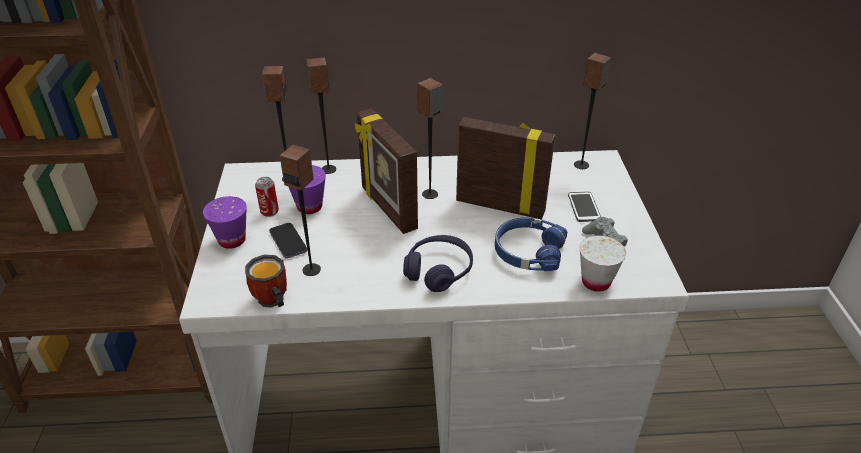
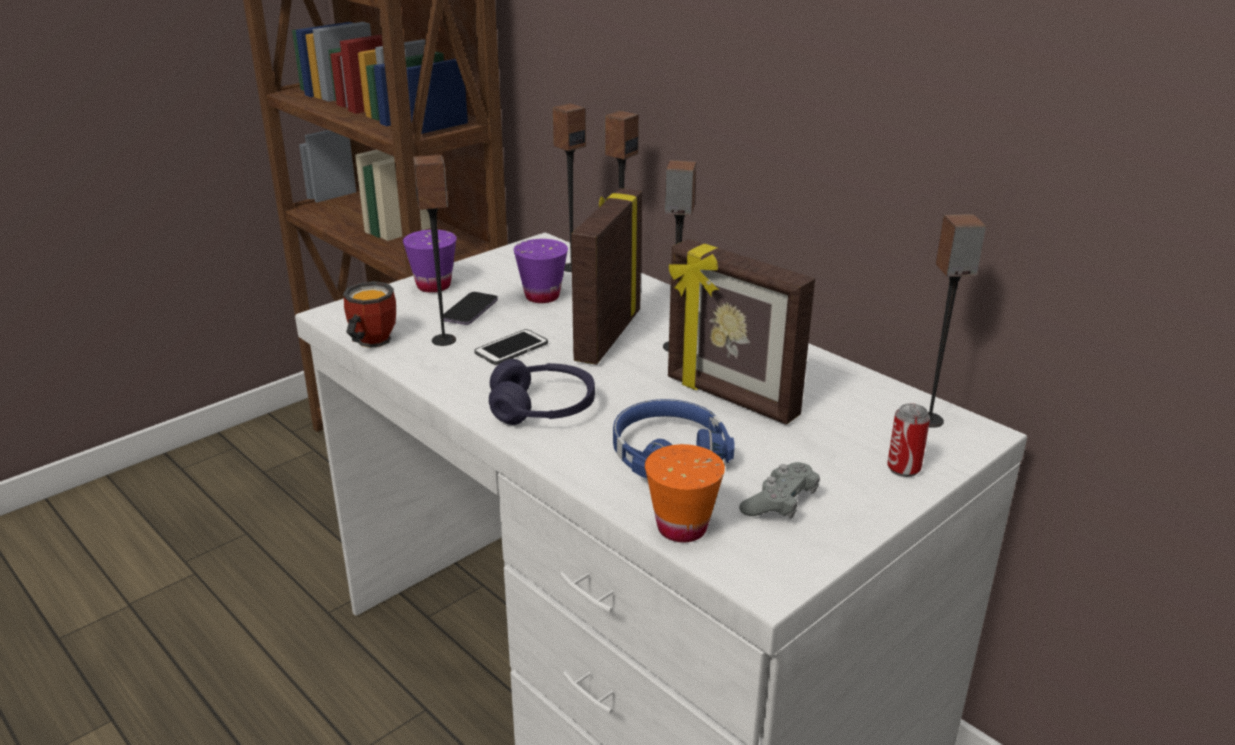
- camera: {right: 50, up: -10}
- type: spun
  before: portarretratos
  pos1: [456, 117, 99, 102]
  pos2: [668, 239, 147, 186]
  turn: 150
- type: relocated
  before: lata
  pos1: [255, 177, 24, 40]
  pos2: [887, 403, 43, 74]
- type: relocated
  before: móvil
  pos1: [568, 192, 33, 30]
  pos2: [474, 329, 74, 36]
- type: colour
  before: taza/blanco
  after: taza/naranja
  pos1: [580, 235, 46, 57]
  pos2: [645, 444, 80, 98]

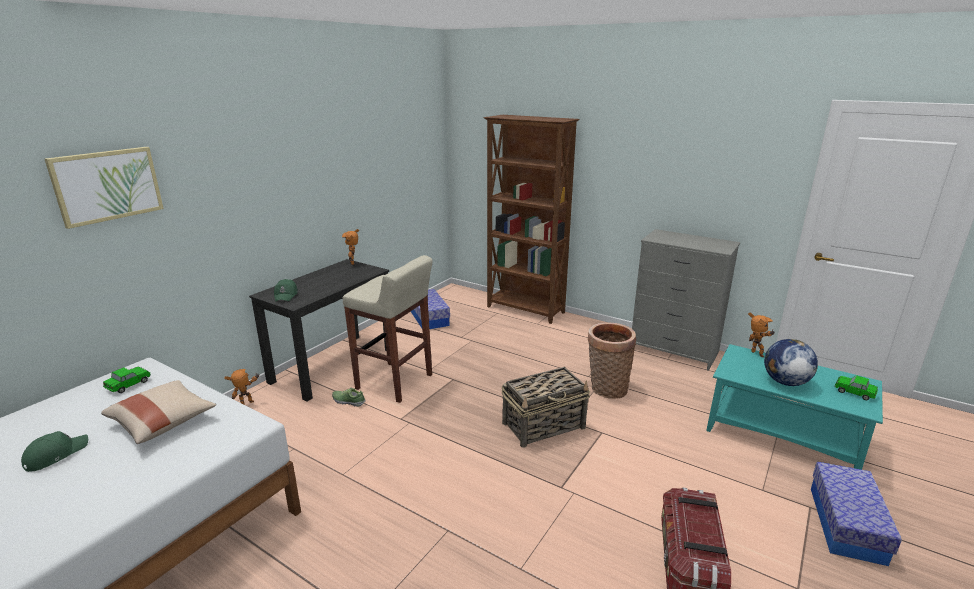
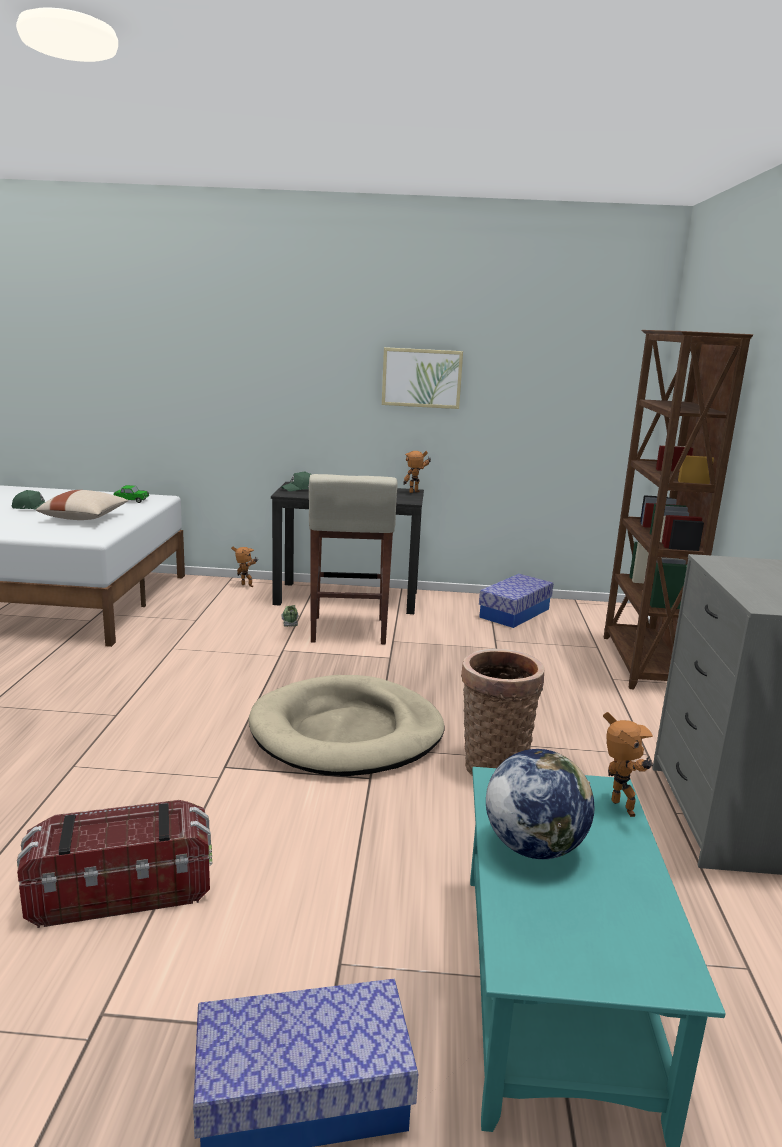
- camera: {right: 60, up: -5}
- type: relocated
  before: cuadro
  pos1: [45, 147, 119, 82]
  pos2: [382, 347, 81, 62]
- type: spun
  before: robot de juguete
  pos1: [748, 312, 26, 45]
  pos2: [603, 712, 50, 105]
  turn: -60
- type: exchanged
  before: cesta
  after: cama para perro/beis
  pos1: [501, 367, 89, 81]
  pos2: [248, 675, 196, 101]
- type: missing
  before: coche de juguete
  pos1: [834, 375, 44, 25]

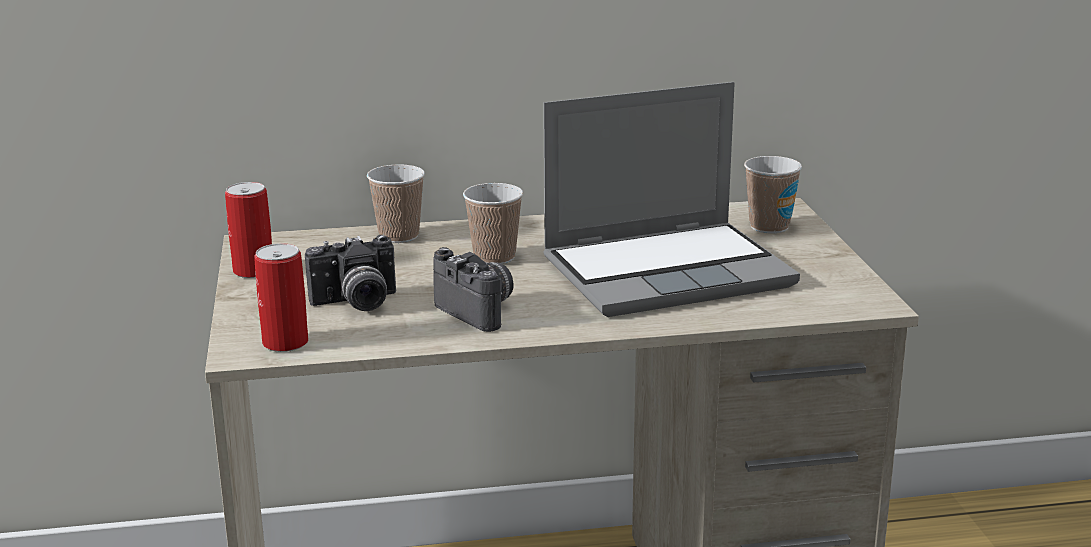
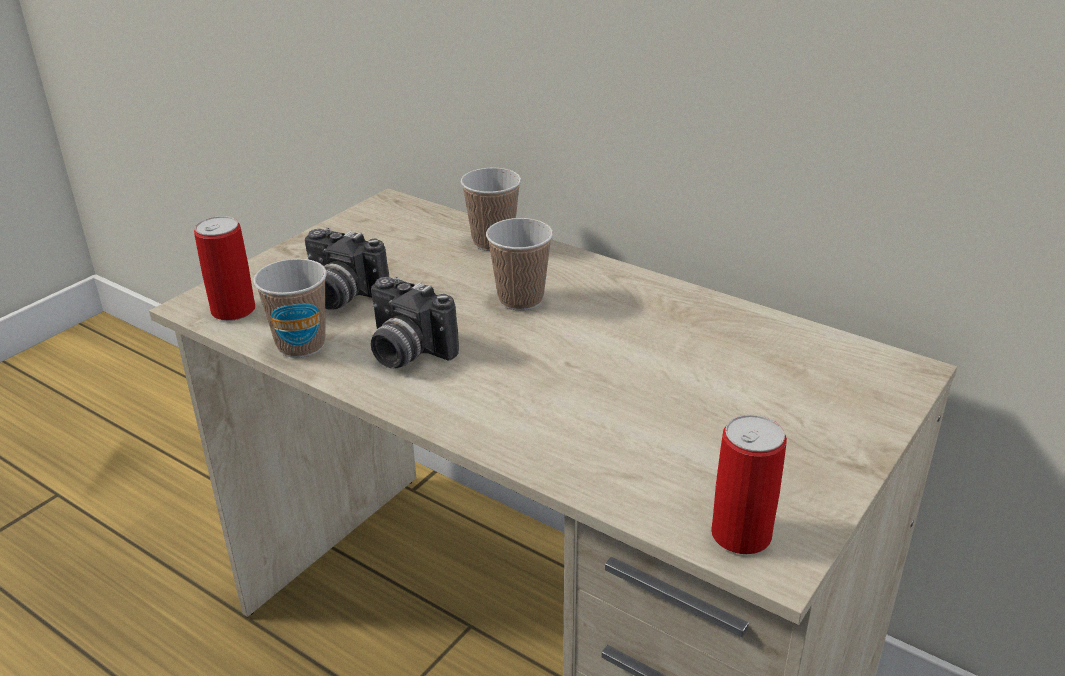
- camera: {right: 45, up: 10}
- type: missing
  before: portátil
  pos1: [543, 82, 257, 235]
- type: relocated
  before: taza
  pos1: [744, 156, 58, 77]
  pos2: [253, 258, 74, 100]
- type: relocated
  before: lata
  pos1: [225, 182, 47, 96]
  pos2: [711, 415, 76, 139]
- type: spun
  before: cámara
  pos1: [433, 247, 80, 85]
  pos2: [371, 277, 88, 91]
  turn: 120

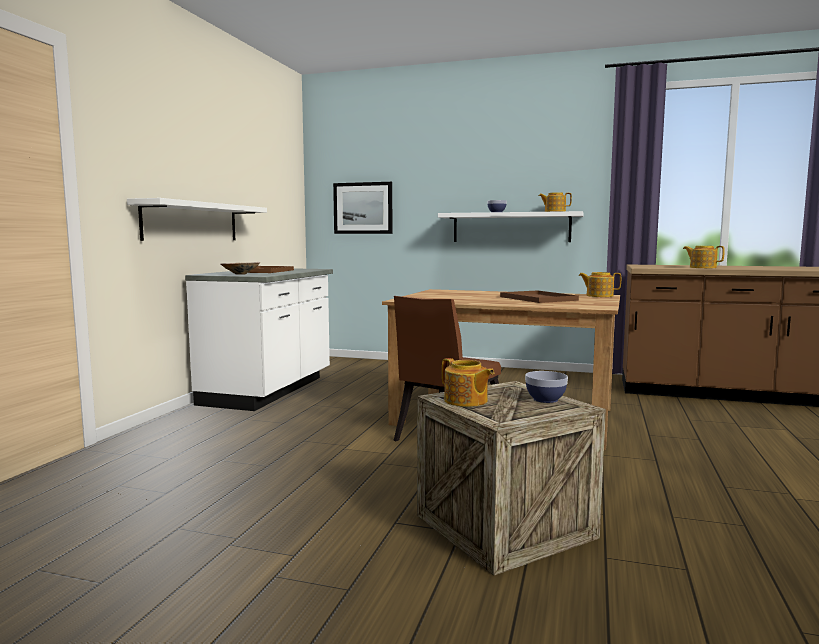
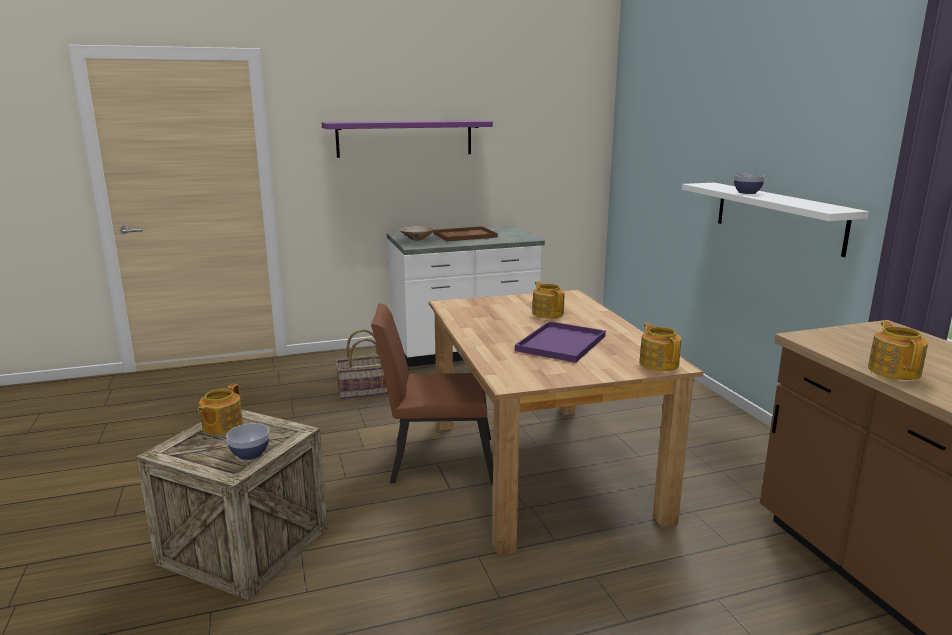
- camera: {right: 55, up: 10}
- type: missing
  before: cuadro
  pos1: [333, 182, 59, 52]
- type: relocated
  before: tetera
  pos1: [539, 192, 33, 20]
  pos2: [532, 281, 33, 37]
- type: missing
  before: estante/blanco
  pos1: [127, 198, 140, 43]
- type: colour
  before: bandeja/marrón
  after: bandeja/morado
  pos1: [500, 290, 79, 13]
  pos2: [515, 321, 91, 42]
- type: appeared
  after: estante/morado
  pos2: [322, 120, 171, 38]
- type: appeared
  after: cesta
  pos2: [335, 329, 53, 71]

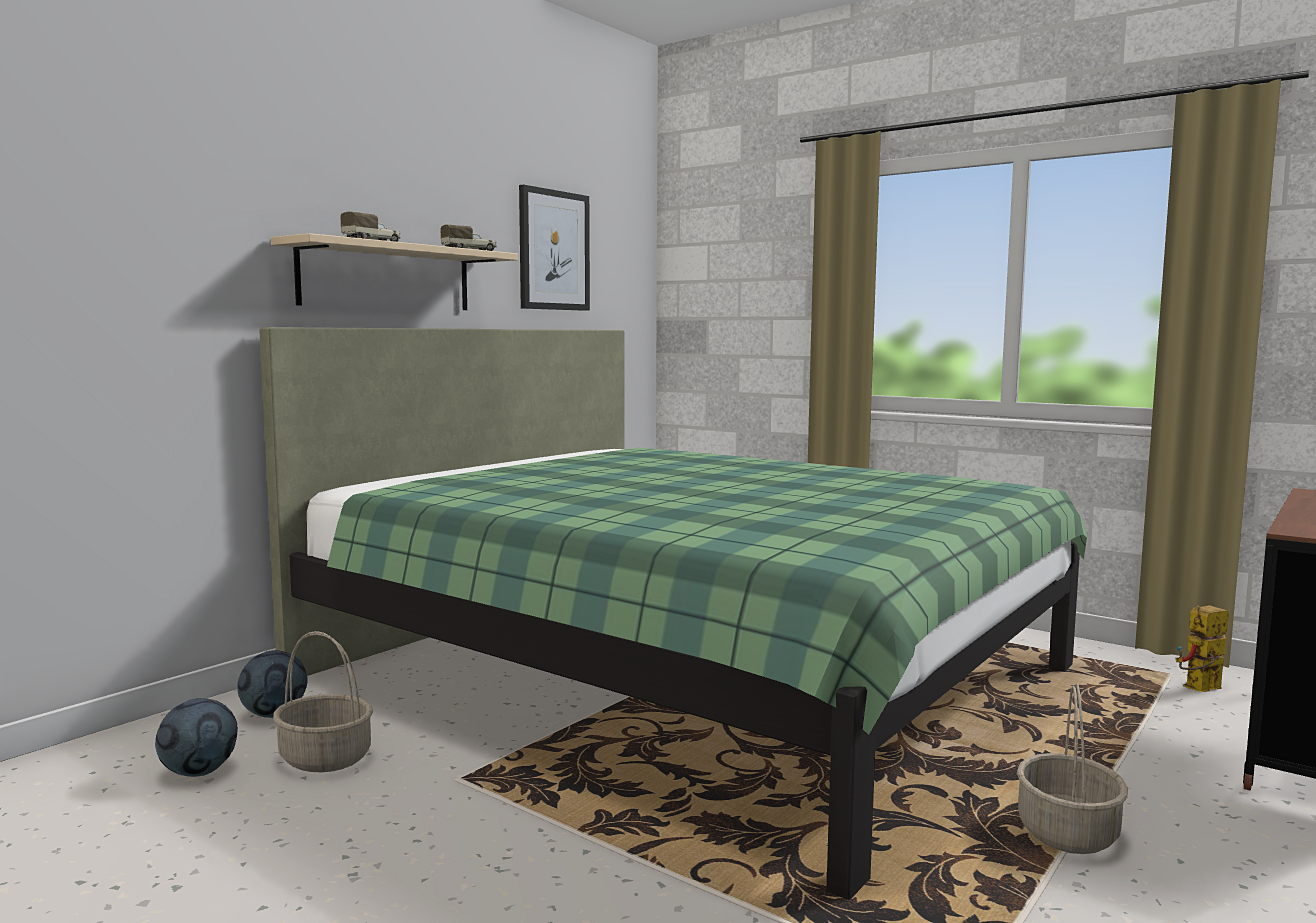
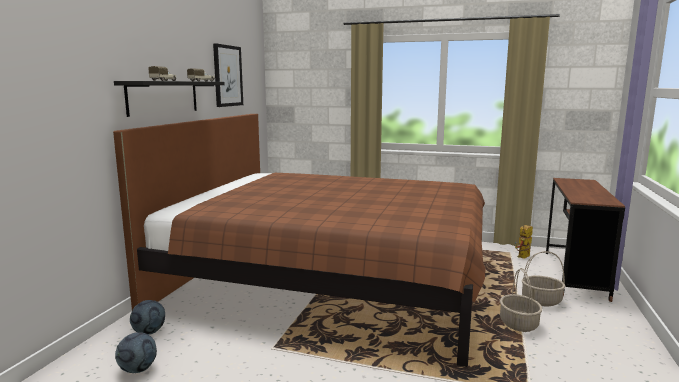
- camera: {right: -20, up: 5}
- type: colour
  before: estante/beis
  after: estante/negro
  pos1: [271, 233, 247, 77]
  pos2: [114, 81, 111, 36]
- type: colour
  before: cama/verde
  after: cama/marrón
  pos1: [259, 327, 828, 573]
  pos2: [113, 114, 373, 253]
- type: relocated
  before: cesta
  pos1: [273, 631, 100, 141]
  pos2: [522, 251, 44, 55]

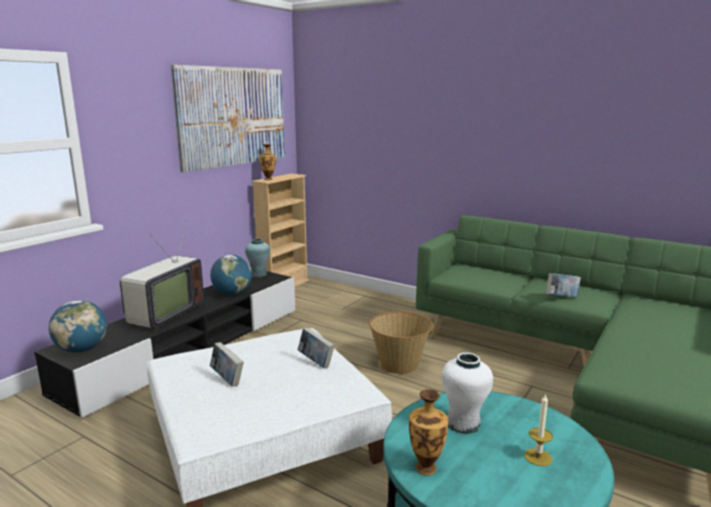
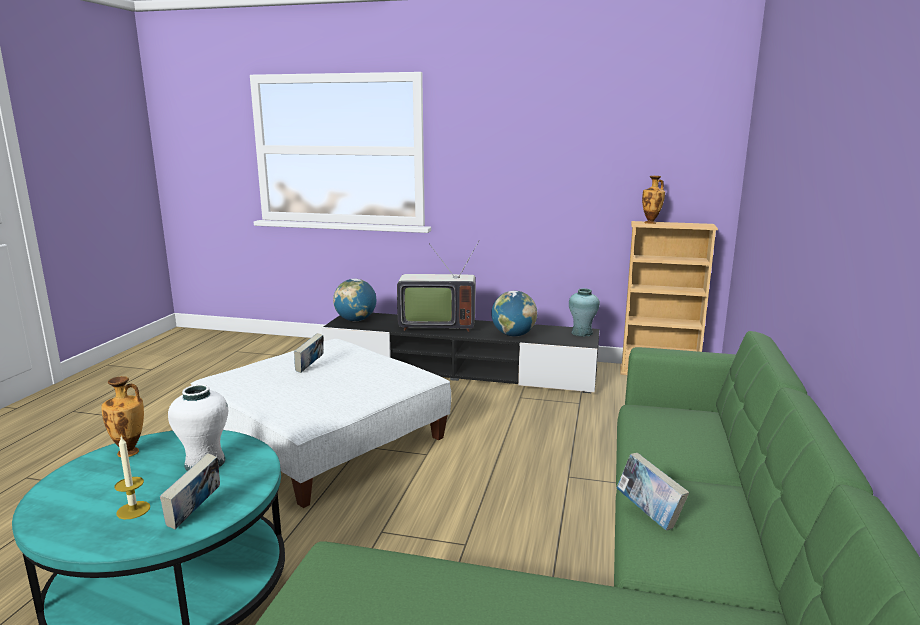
- camera: {right: 70, up: 0}
- type: missing
  before: cuadro
  pos1: [171, 65, 114, 107]
- type: missing
  before: cesta
  pos1: [369, 311, 64, 63]
- type: relocated
  before: libro
  pos1: [298, 328, 37, 40]
  pos2: [160, 453, 60, 77]

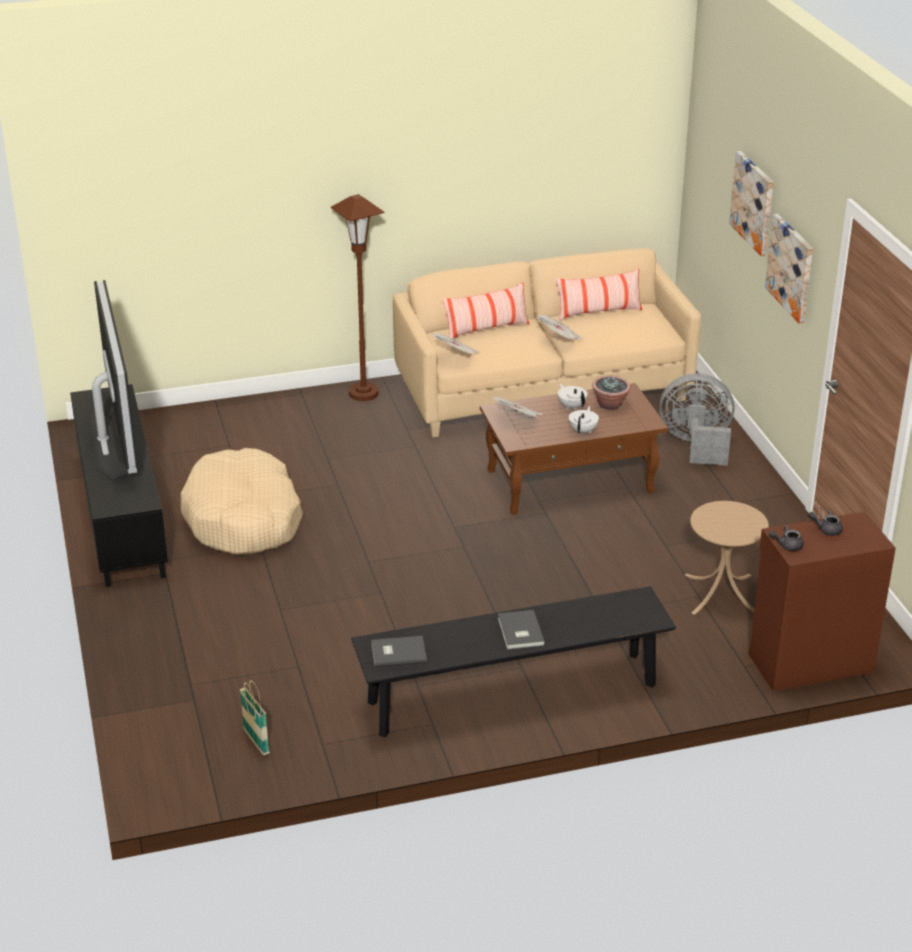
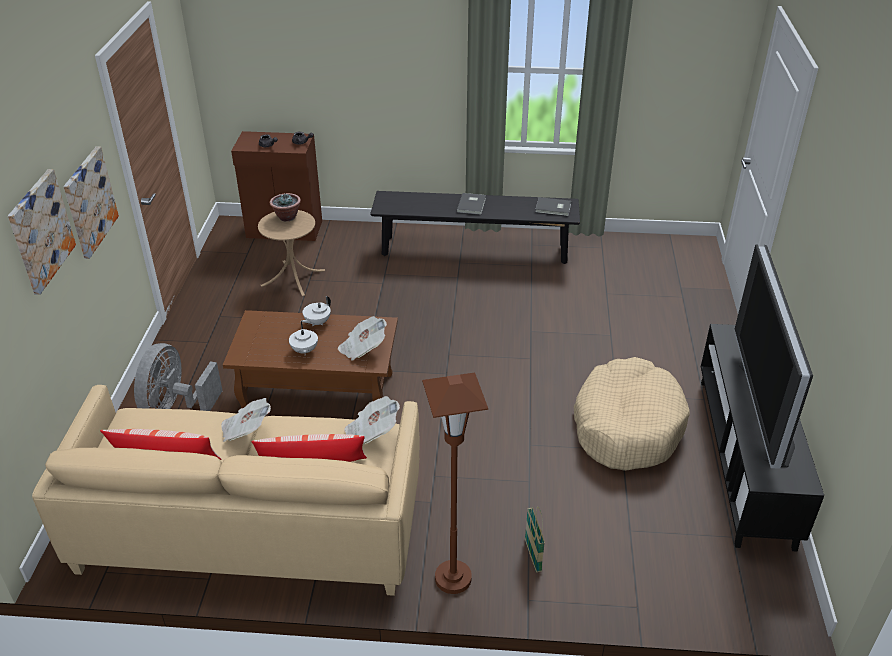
- camera: {right: -160, up: 5}
- type: spun
  before: ventilador/gris
  pos1: [659, 373, 75, 93]
  pos2: [134, 343, 89, 68]
  turn: 75
- type: relocated
  before: planta en maceta
  pos1: [592, 376, 38, 34]
  pos2: [270, 193, 31, 28]
- type: relocated
  before: cesta
  pos1: [240, 680, 30, 75]
  pos2: [525, 506, 20, 67]

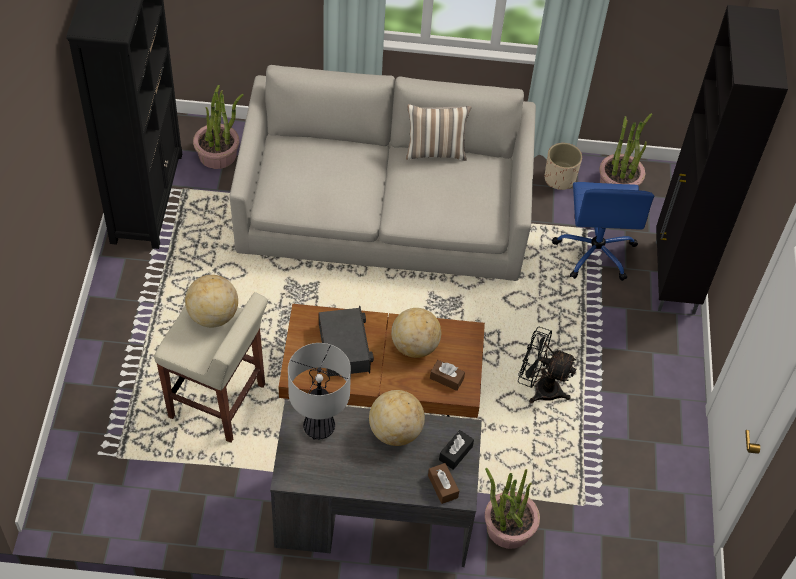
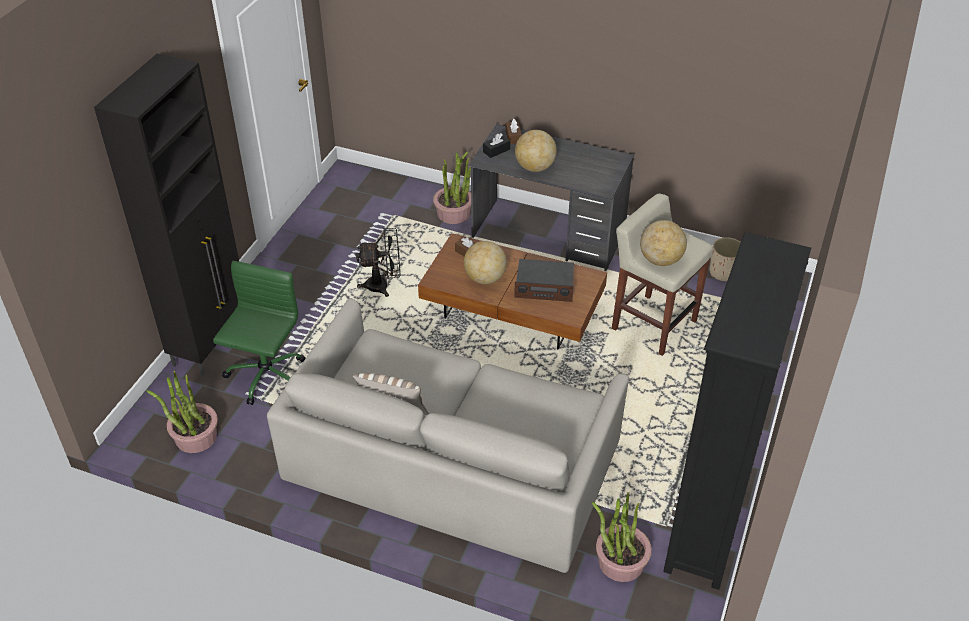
- camera: {right: -160, up: -10}
- type: relocated
  before: maceta/beis
  pos1: [545, 143, 37, 47]
  pos2: [710, 237, 31, 44]
- type: colour
  before: silla de oficina/azul
  after: silla de oficina/verde
  pos1: [552, 182, 102, 99]
  pos2: [213, 261, 93, 144]
- type: spun
  before: radio
  pos1: [319, 306, 55, 70]
  pos2: [514, 259, 60, 43]
  turn: -90
- type: spun
  before: ventilador/negro
  pos1: [518, 327, 58, 77]
  pos2: [355, 228, 46, 69]
  turn: -45
- type: missing
  before: lámpara de mesa
  pos1: [288, 343, 63, 97]

